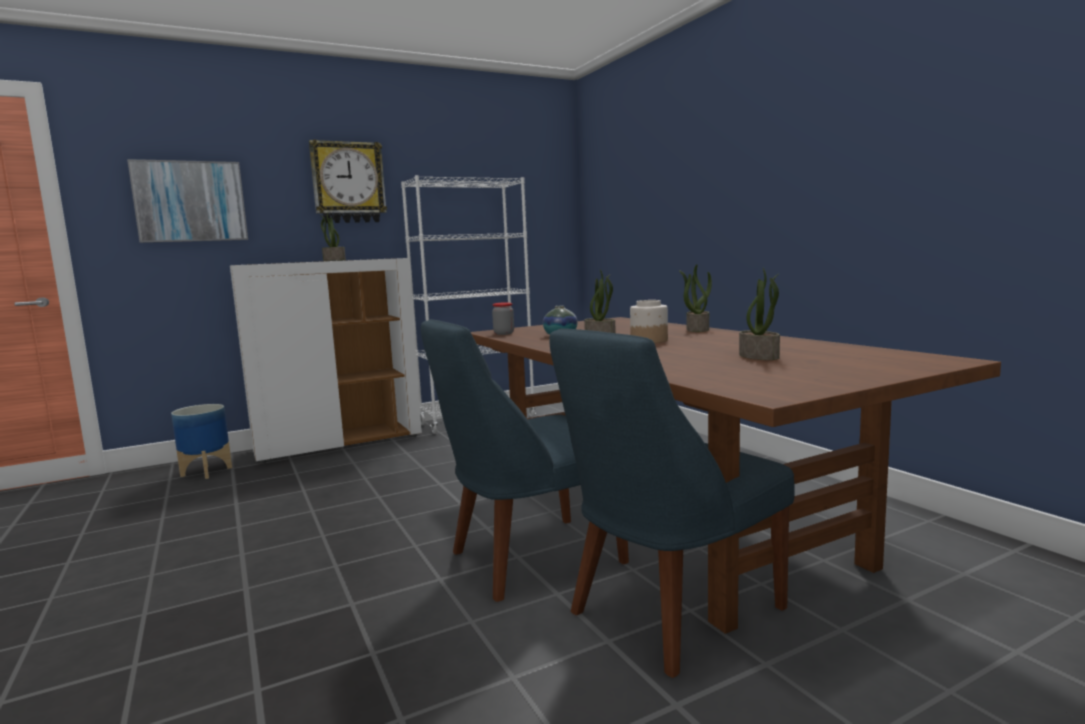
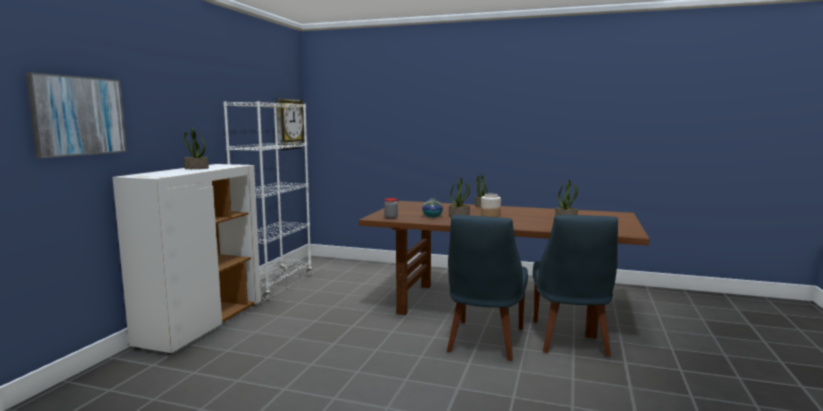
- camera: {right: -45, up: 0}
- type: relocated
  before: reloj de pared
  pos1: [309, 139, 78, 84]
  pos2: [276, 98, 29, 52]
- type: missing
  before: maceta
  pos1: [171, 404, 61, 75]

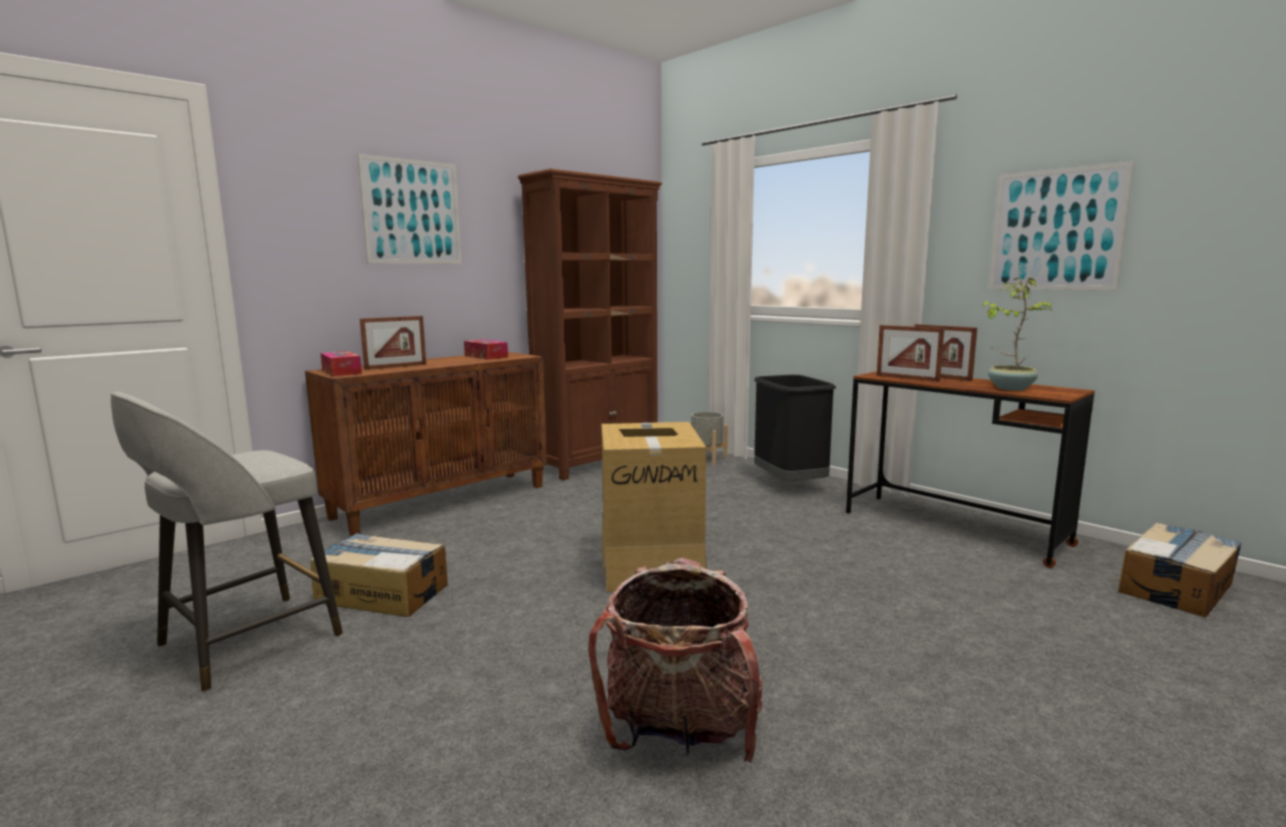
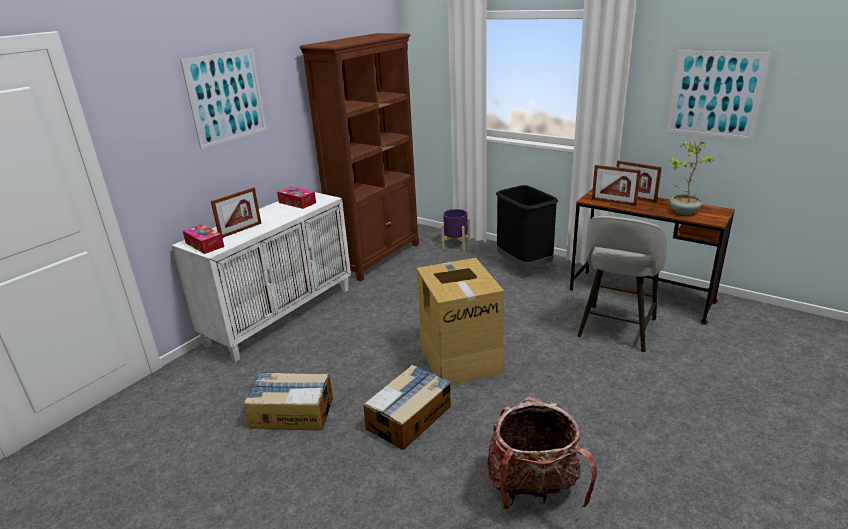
- camera: {right: -10, up: 15}
- type: colour
  before: armario/marrón
  after: armario/blanco
  pos1: [305, 352, 242, 184]
  pos2: [171, 192, 180, 170]
- type: relocated
  before: taburete/gris
  pos1: [111, 392, 232, 300]
  pos2: [577, 216, 90, 136]
- type: colour
  before: maceta/gris
  after: maceta/morado
  pos1: [691, 412, 37, 53]
  pos2: [441, 209, 29, 42]
- type: relocated
  before: caja de cartón
  pos1: [1118, 522, 123, 96]
  pos2: [363, 364, 88, 86]

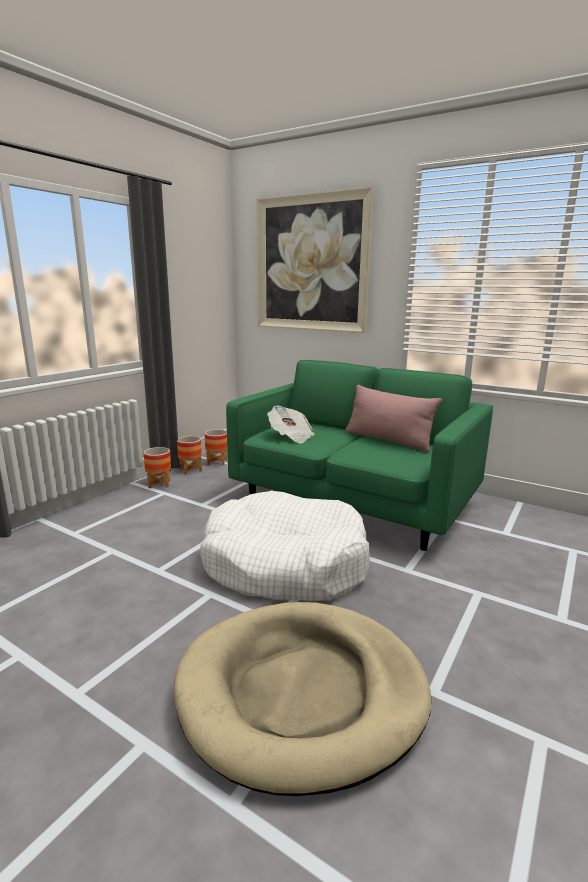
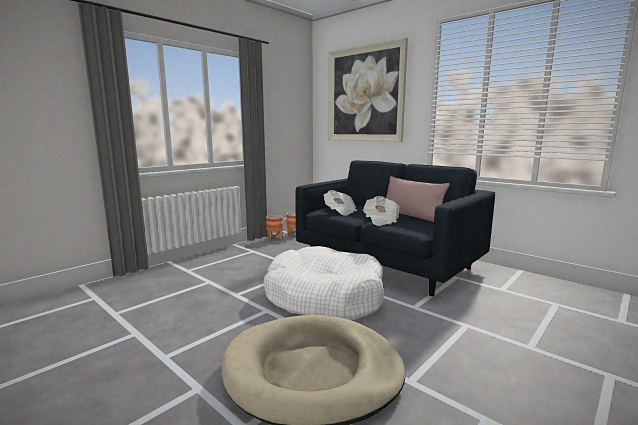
- camera: {right: 10, up: -5}
- type: colour
  before: sofá/verde
  after: sofá/azul
  pos1: [226, 360, 267, 191]
  pos2: [295, 161, 200, 135]
- type: missing
  before: maceta
  pos1: [144, 447, 27, 41]
- type: appeared
  after: periódico
  pos2: [363, 196, 36, 30]

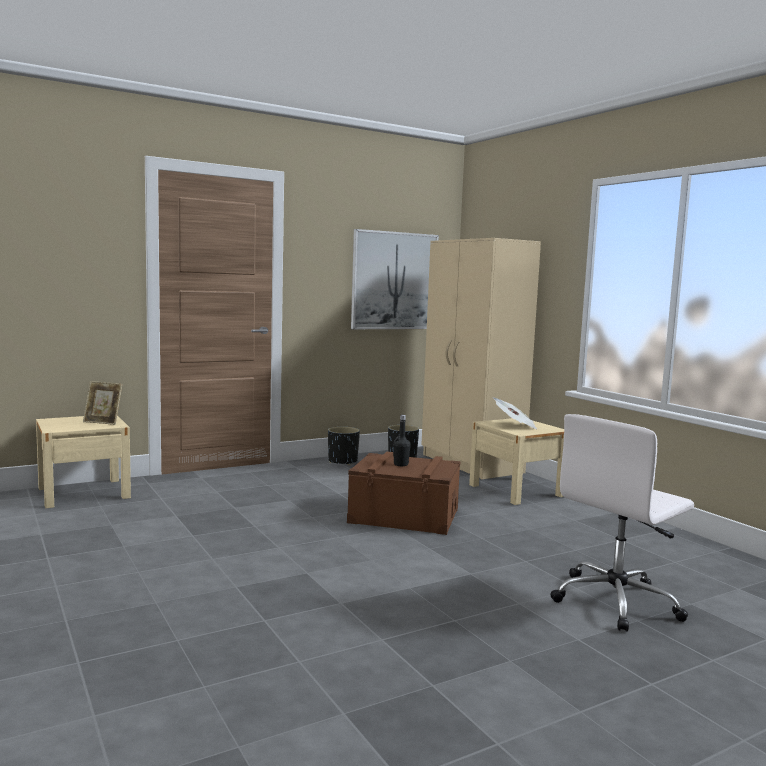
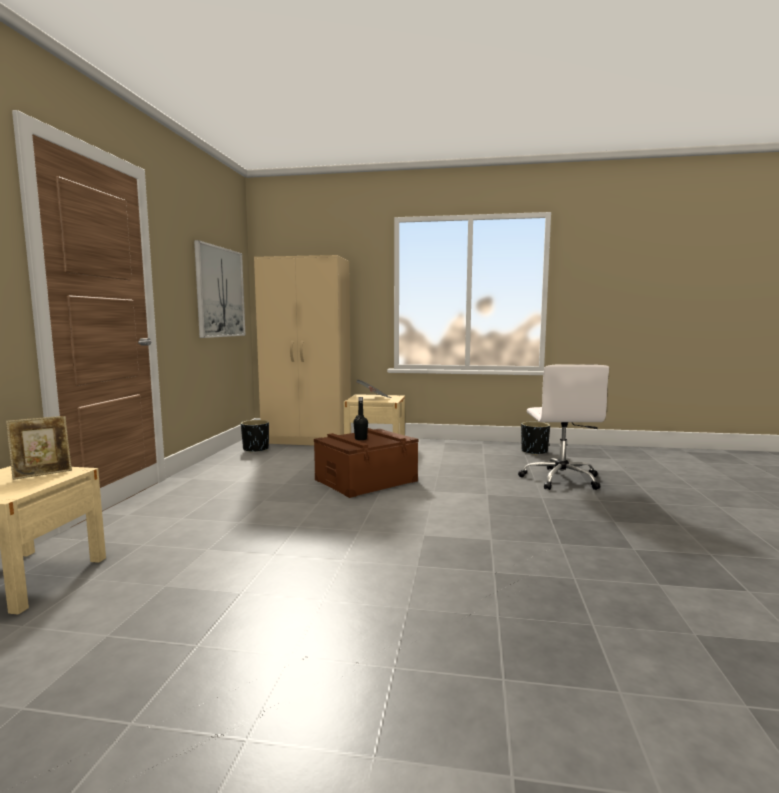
- camera: {right: -50, up: 0}
- type: relocated
  before: maceta/negro
  pos1: [328, 427, 32, 38]
  pos2: [521, 422, 29, 33]

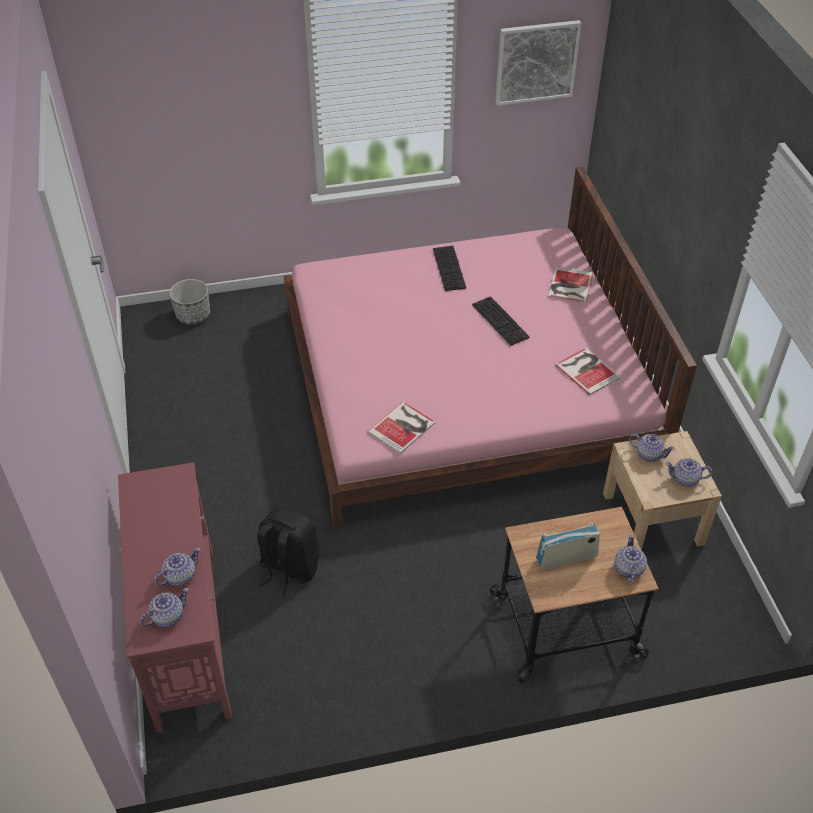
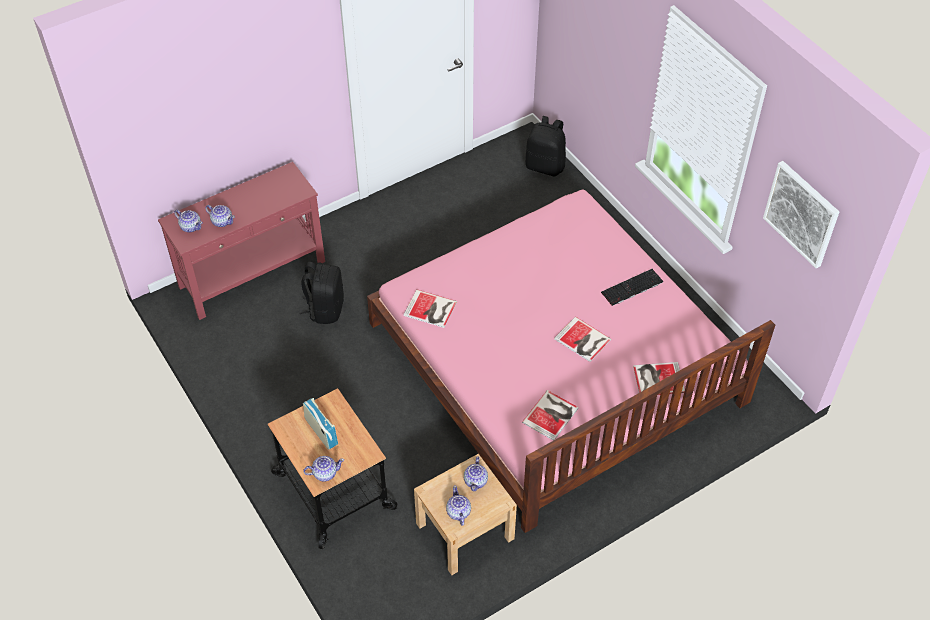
- camera: {right: 70, up: 5}
- type: exchanged
  before: maceta
  after: mochila/negro
  pos1: [169, 279, 41, 45]
  pos2: [525, 116, 41, 60]
- type: exchanged
  before: teclado
  after: libro
  pos1: [472, 296, 58, 50]
  pos2: [554, 316, 57, 46]

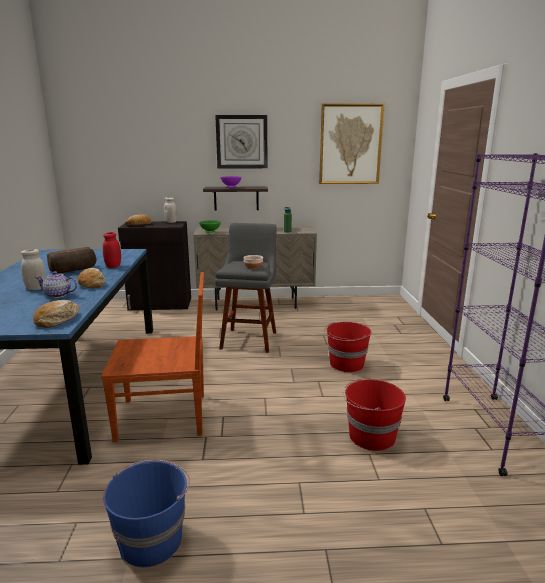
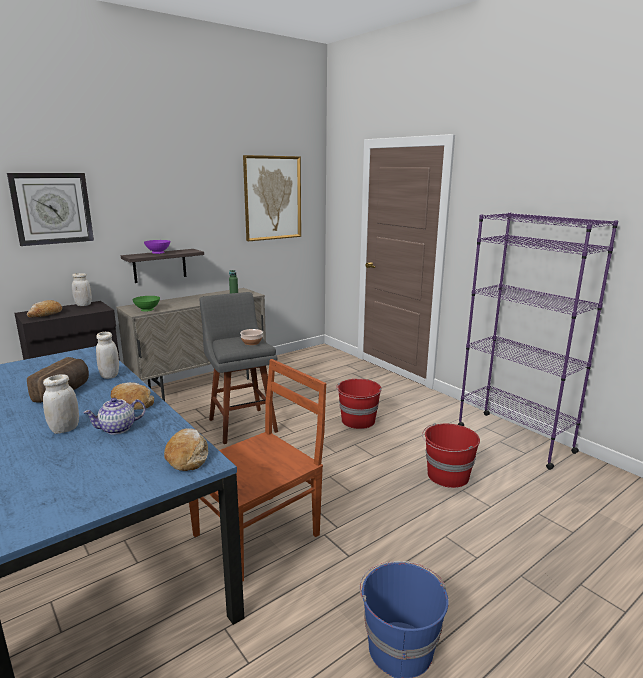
- camera: {right: -35, up: 0}
- type: relocated
  before: reloj de pared
  pos1: [215, 115, 52, 54]
  pos2: [7, 173, 87, 73]
- type: colour
  before: tarro/rojo
  after: tarro/blanco
  pos1: [103, 232, 18, 36]
  pos2: [96, 332, 23, 47]

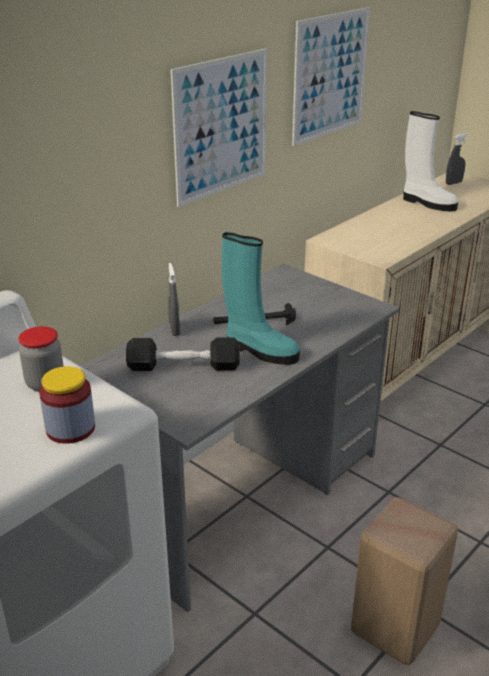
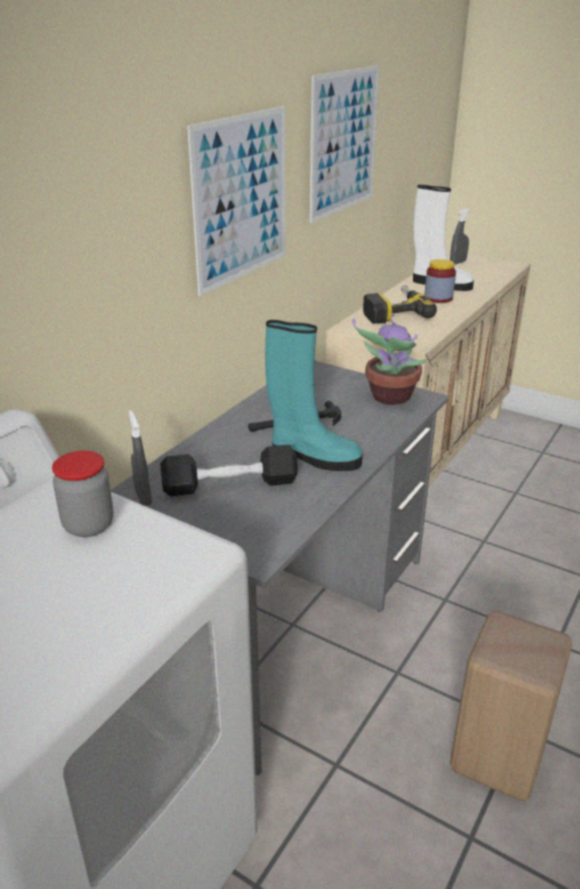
- camera: {right: -10, up: 0}
- type: relocated
  before: pulverizador/gris
  pos1: [168, 263, 12, 73]
  pos2: [129, 410, 23, 96]
- type: relocated
  before: tarro
  pos1: [39, 366, 56, 78]
  pos2: [425, 259, 31, 44]
- type: appeared
  after: taladro
  pos2: [363, 285, 74, 39]
- type: appeared
  after: planta en maceta
  pos2: [352, 314, 76, 91]

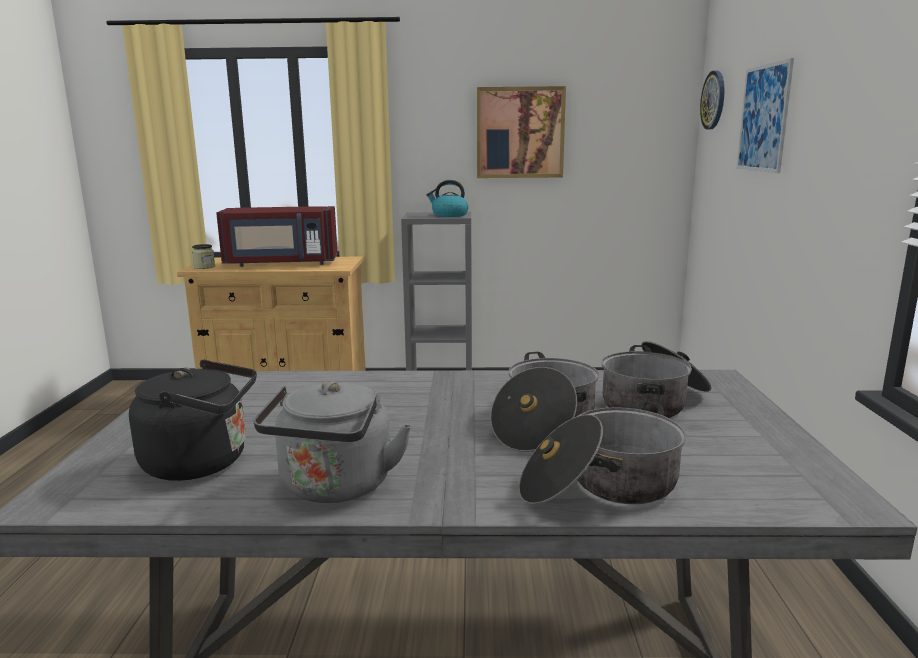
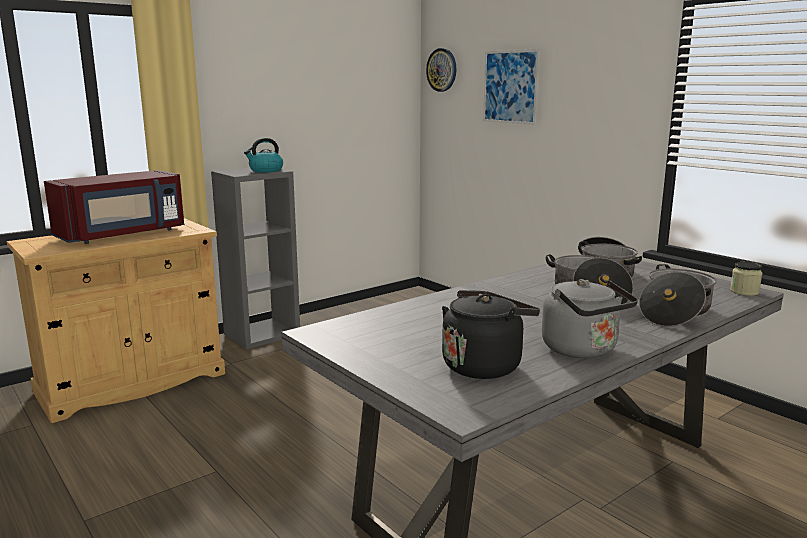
- camera: {right: -40, up: 0}
- type: missing
  before: cuadro
  pos1: [477, 86, 89, 92]
- type: relocated
  before: tarro
  pos1: [192, 244, 23, 25]
  pos2: [730, 262, 32, 34]

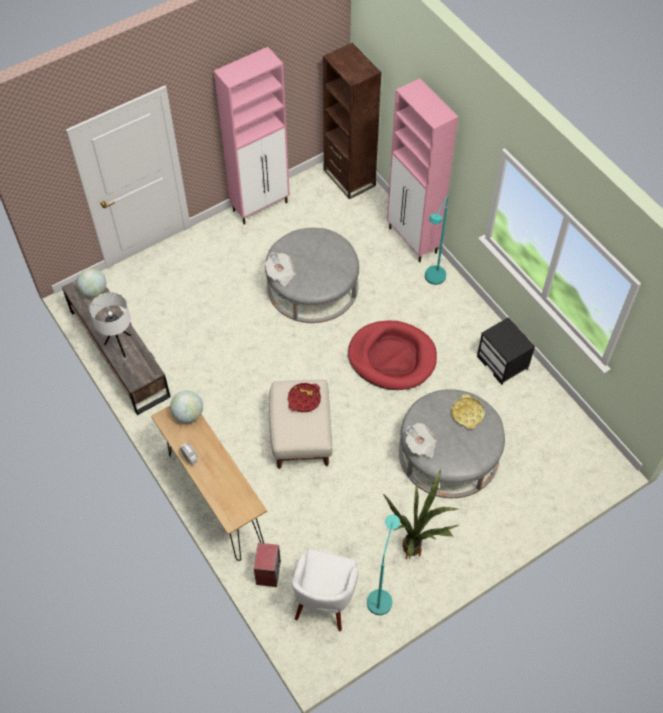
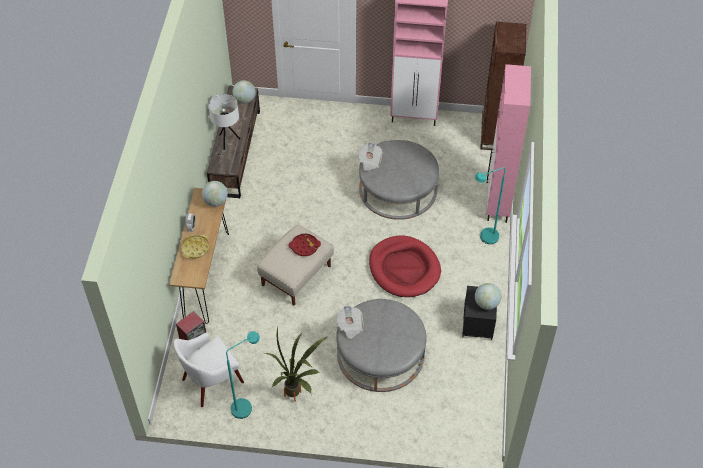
- camera: {right: 40, up: -5}
- type: relocated
  before: bandeja/amarillo
  pos1: [451, 395, 34, 34]
  pos2: [181, 234, 28, 25]
- type: appeared
  after: globo terráqueo
  pos2: [475, 283, 26, 27]

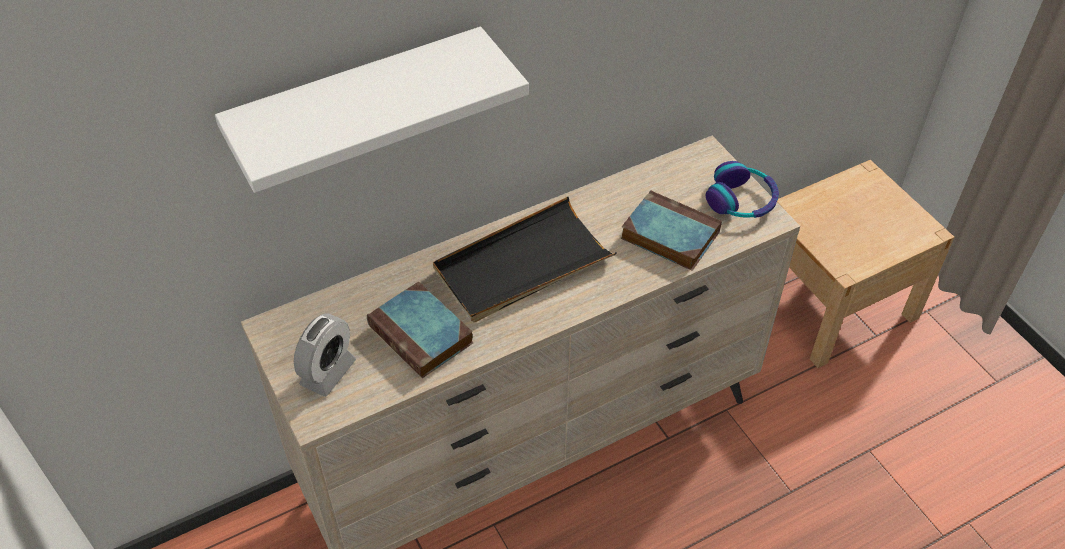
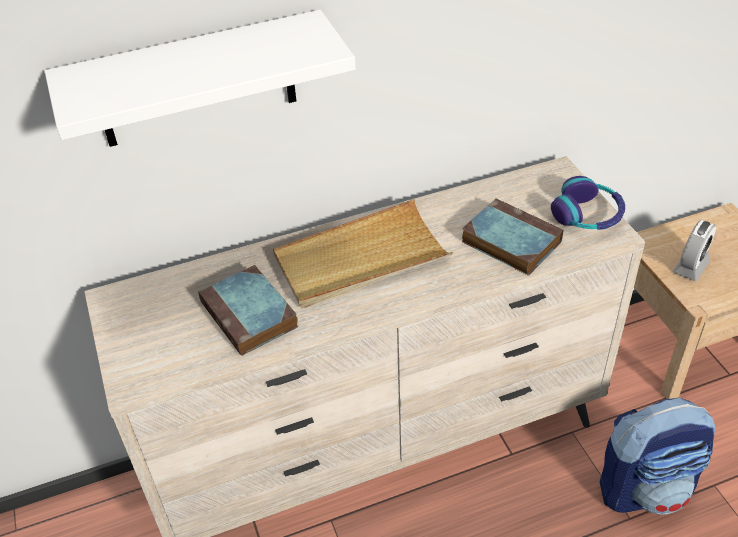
- camera: {right: 10, up: -5}
- type: colour
  before: bandeja/negro
  after: bandeja/beis
  pos1: [433, 197, 184, 125]
  pos2: [273, 199, 180, 109]
- type: relocated
  before: despertador
  pos1: [294, 313, 62, 84]
  pos2: [673, 220, 43, 61]
- type: appeared
  after: mochila
  pos2: [600, 398, 115, 117]

